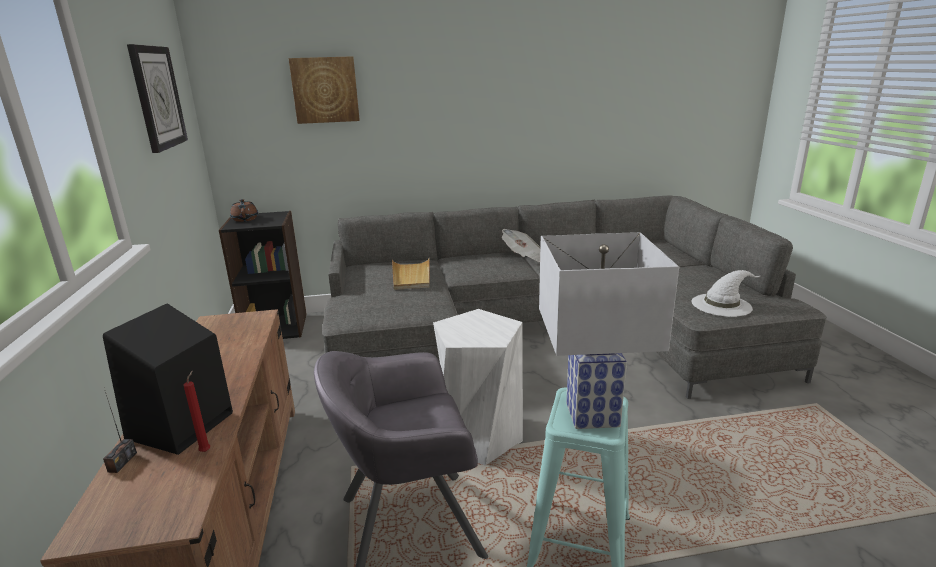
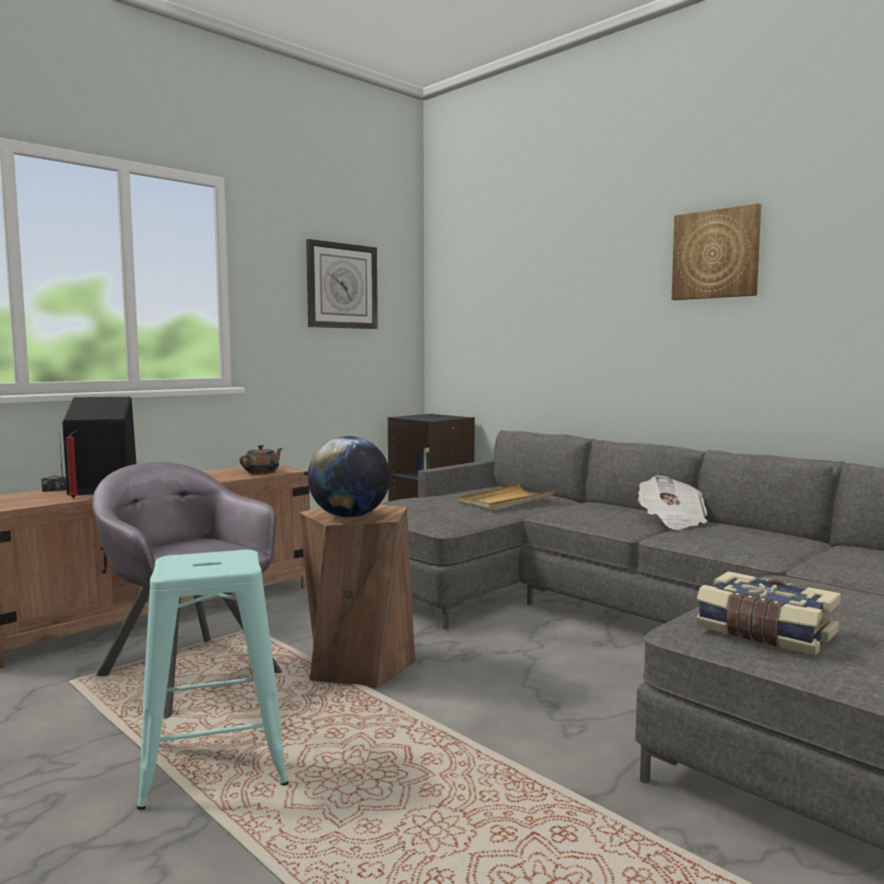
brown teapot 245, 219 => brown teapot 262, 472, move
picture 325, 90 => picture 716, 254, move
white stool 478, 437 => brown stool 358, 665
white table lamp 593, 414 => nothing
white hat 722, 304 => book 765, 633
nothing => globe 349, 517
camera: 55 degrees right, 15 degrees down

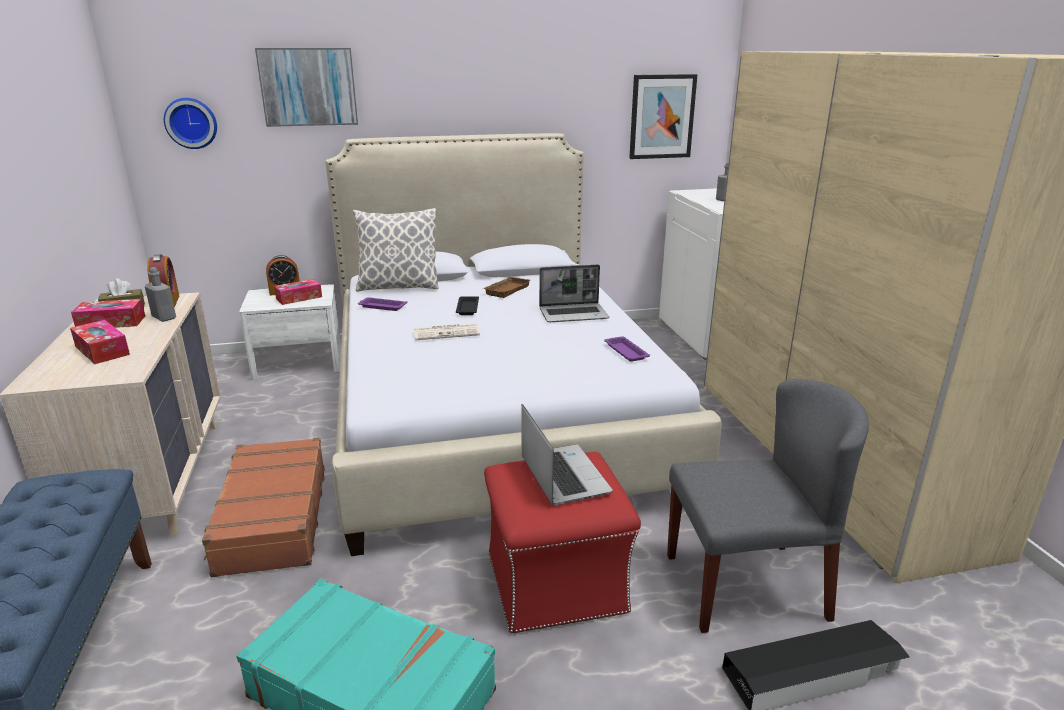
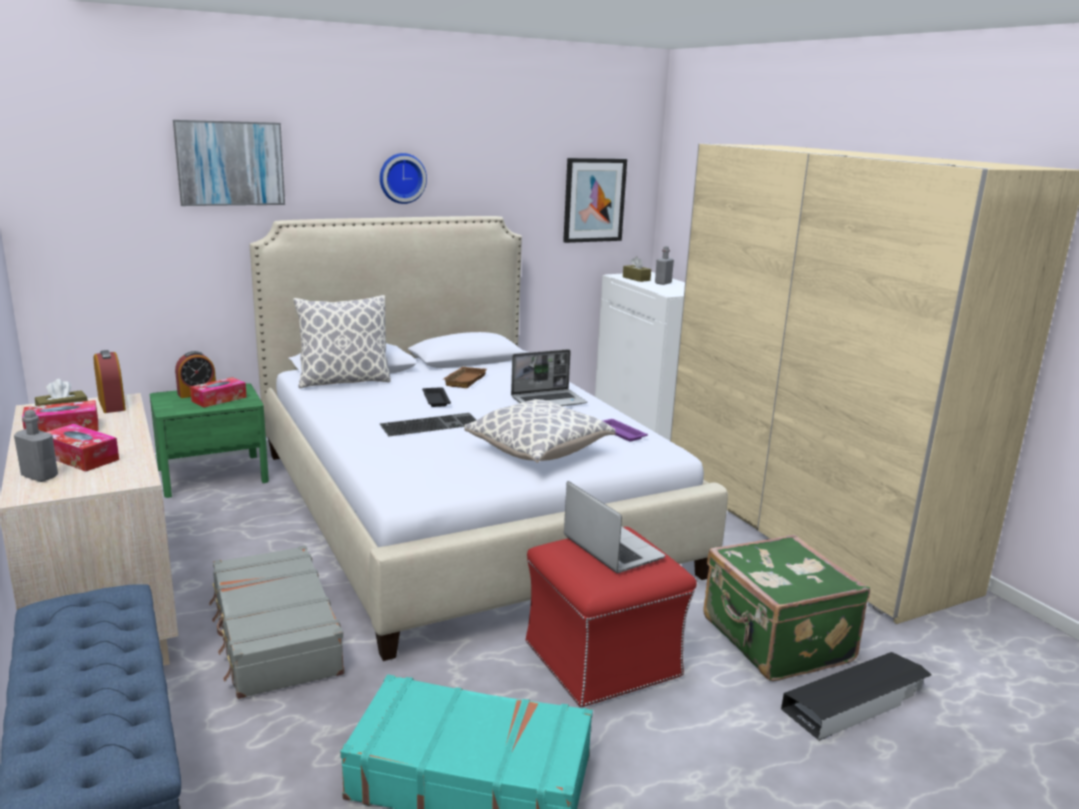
grey bottle 164, 317 => grey bottle 39, 476, move
wall clock 191, 123 => wall clock 401, 178, move
brown suitcase 272, 519 => grey suitcase 274, 636
white nightstand 298, 362 => green nightstand 213, 475
purple tray 382, 307 => nothing
newspaper 447, 332 => keyboard 431, 424
grey chair 746, 586 => green suitcase 774, 641
nothing => pillow 538, 452
nothing => brown tissue box 636, 279
camera: 15 degrees left, 5 degrees down

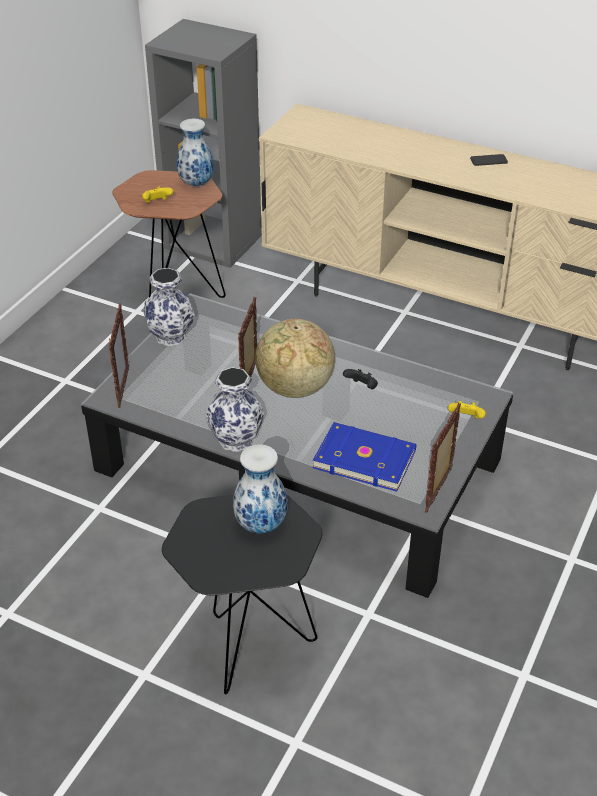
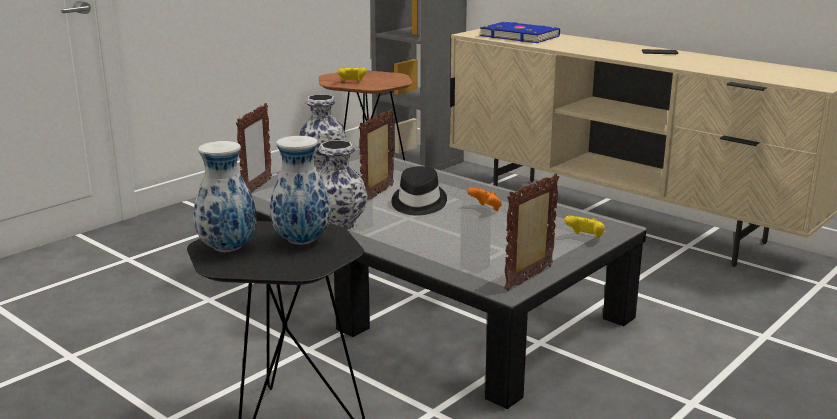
vase 196, 184 => vase 228, 249, move
globe 294, 388 => black hat 418, 203
blue book 364, 458 => blue book 519, 36, move
black game controller 361, 387 => orange game controller 485, 209
camera: 15 degrees right, 20 degrees down

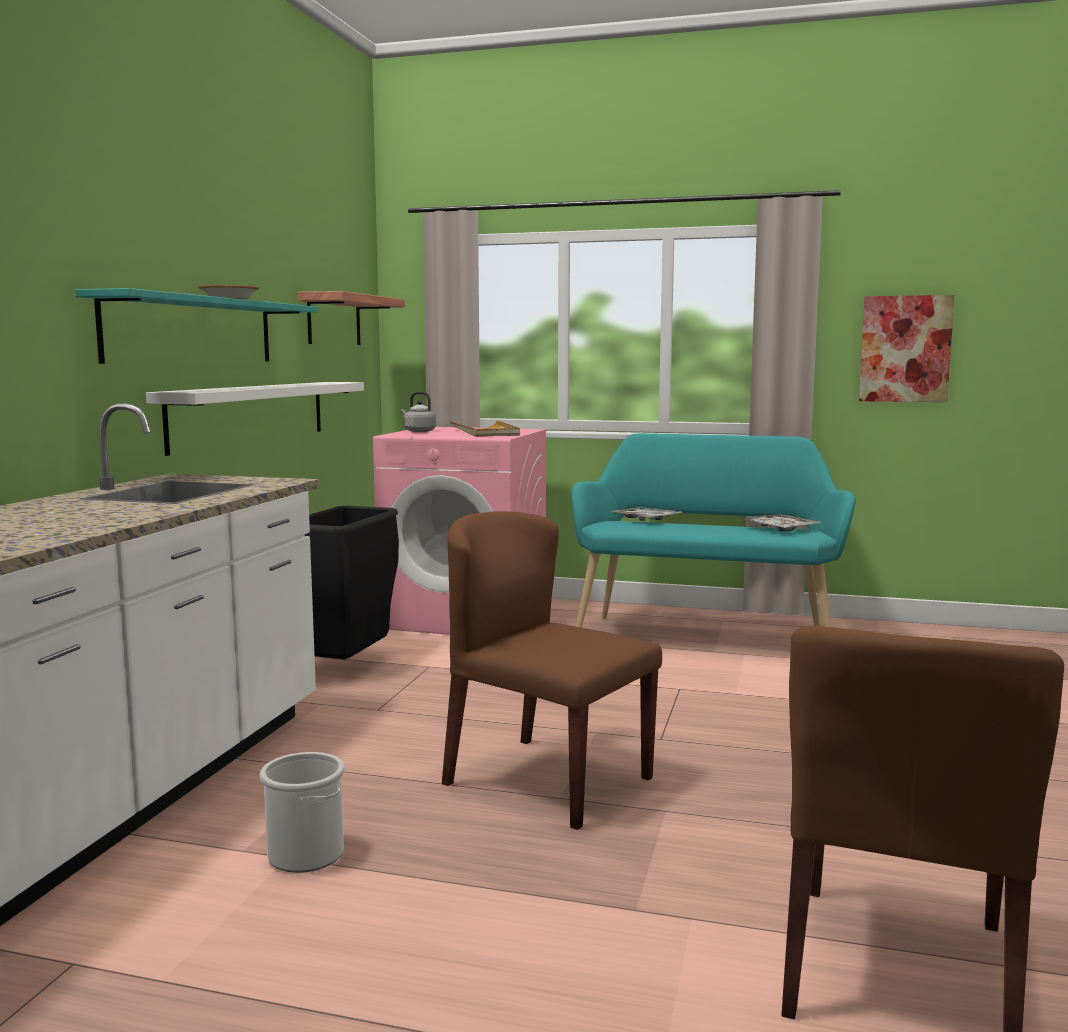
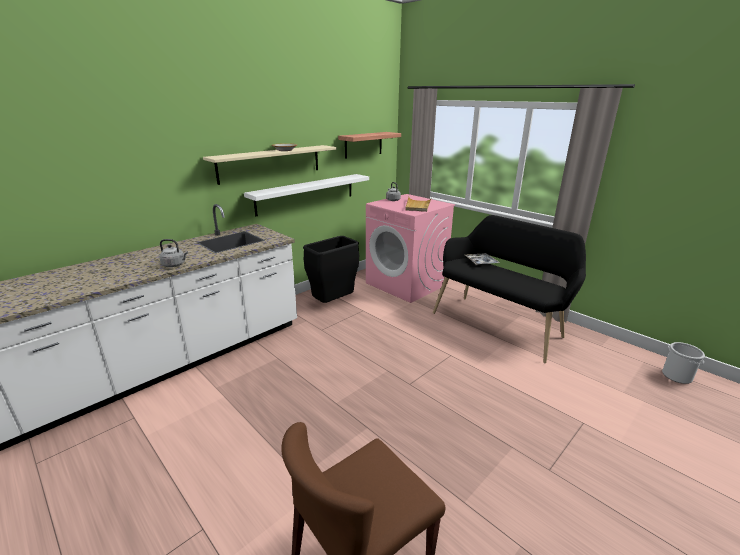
turquoise shelf 192, 331 => beige shelf 270, 163
bucket 306, 854 => bucket 677, 376, move
brown chair 546, 780 => nothing
turquoise bench 705, 636 => black bench 500, 324
tray 781, 529 => nothing
picture 905, 349 => nothing
nothing => grey kettle 175, 265
camera: 30 degrees right, 15 degrees up

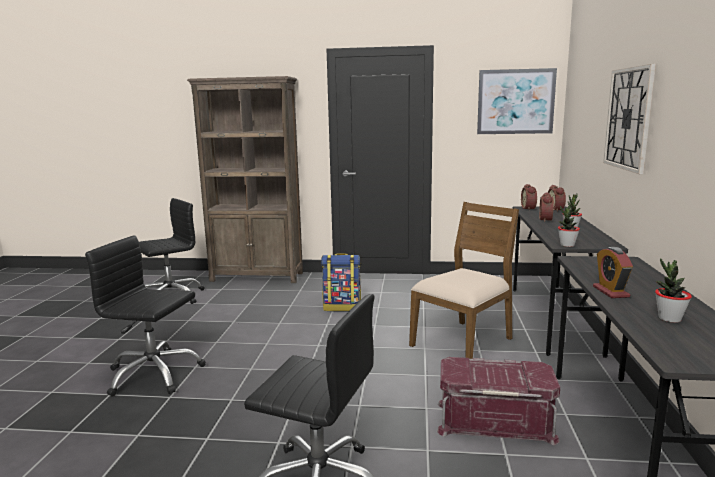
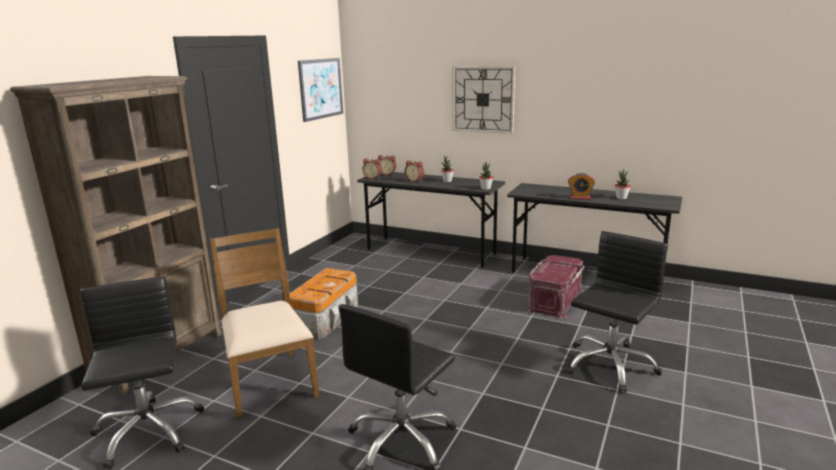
backpack 342, 307 => storage box 326, 318
brown chair 463, 342 => brown chair 269, 382, move
camera: 70 degrees left, 5 degrees up

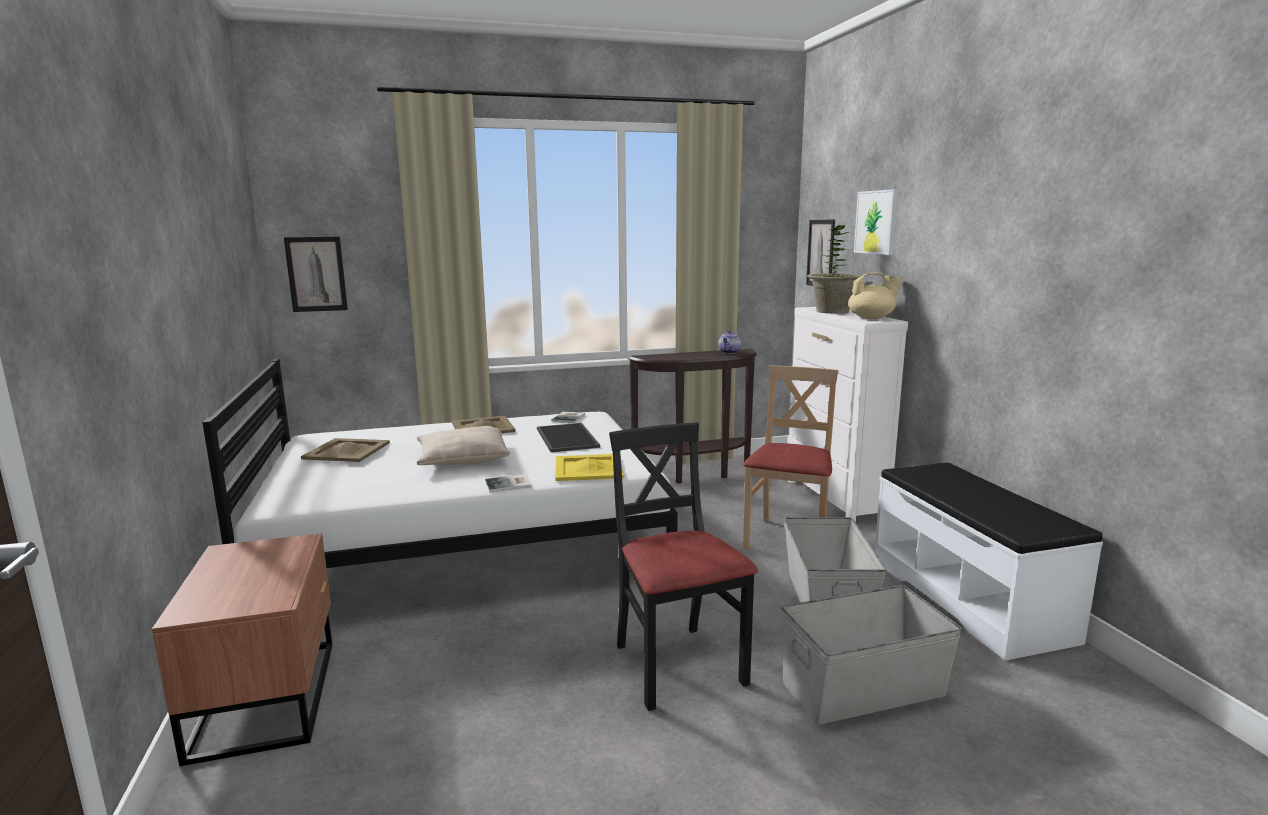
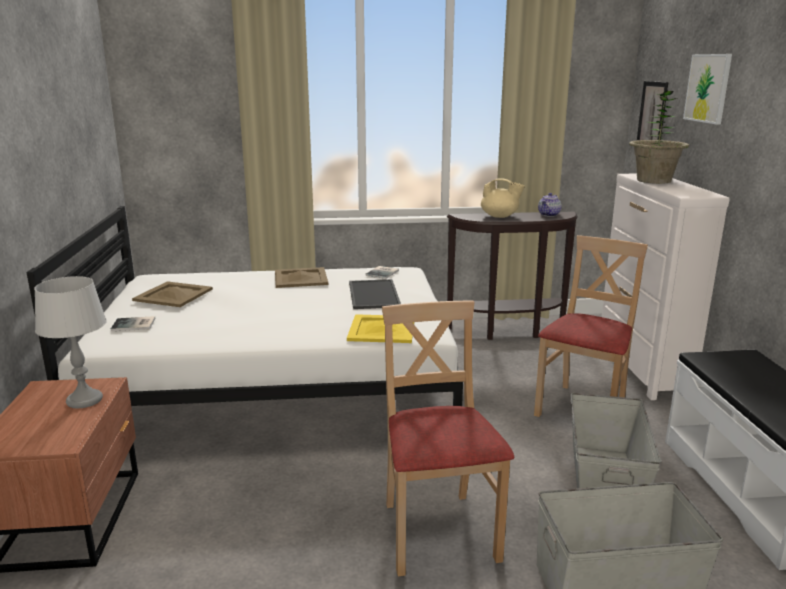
picture 316, 274 => nothing
beige pillow 462, 458 => nothing
book 509, 484 => book 134, 325, move
black chair 677, 665 => beige chair 438, 532
beige teapot 872, 318 => beige teapot 500, 216, move
nothing => grey table lamp 85, 400
camera: 10 degrees right, 5 degrees up

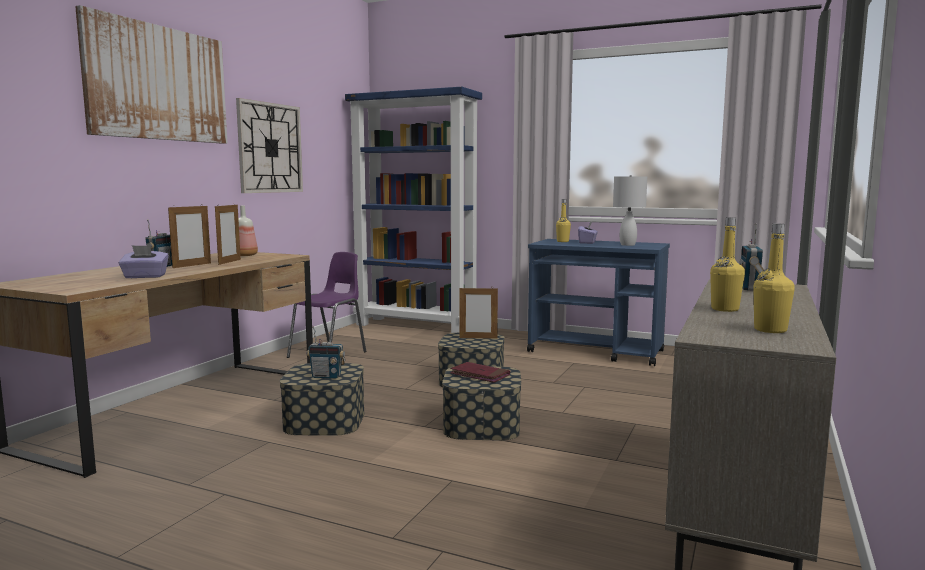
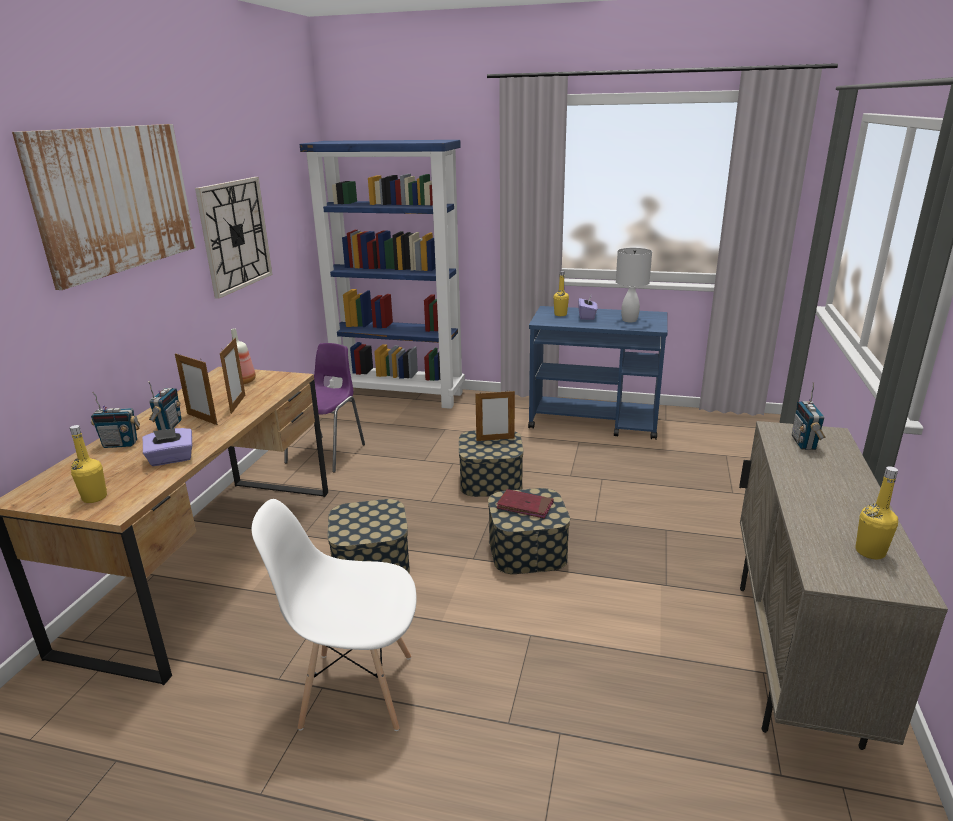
picture frame 192, 265 => picture frame 202, 419, 105 degrees clockwise
radio 326, 376 => radio 120, 444, move
yellow bottle 725, 309 => yellow bottle 94, 497, move
nothing => white chair 355, 690
camera: 10 degrees left, 15 degrees up

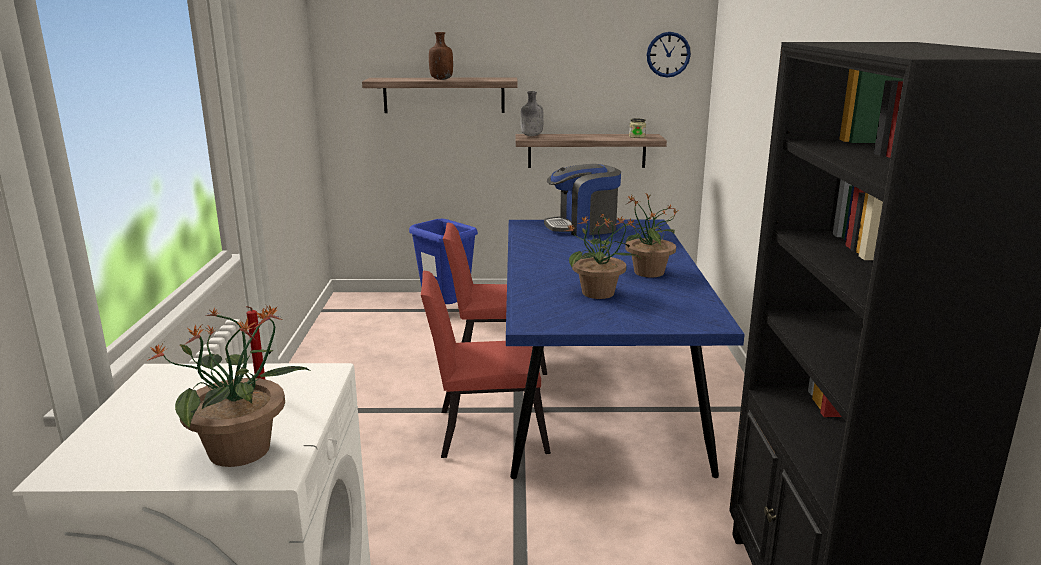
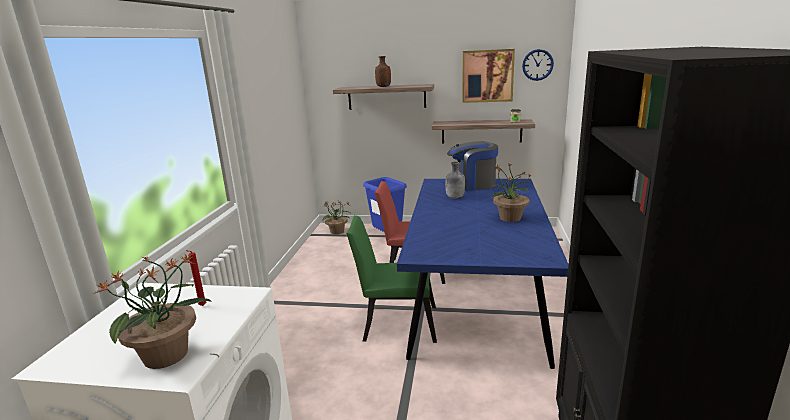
red chair 484, 431 => green chair 395, 323
grey bottle 531, 135 => grey bottle 455, 197, move
potted plant 599, 293 => potted plant 337, 232, move
nothing => picture 487, 76
camera: 10 degrees right, 0 degrees up

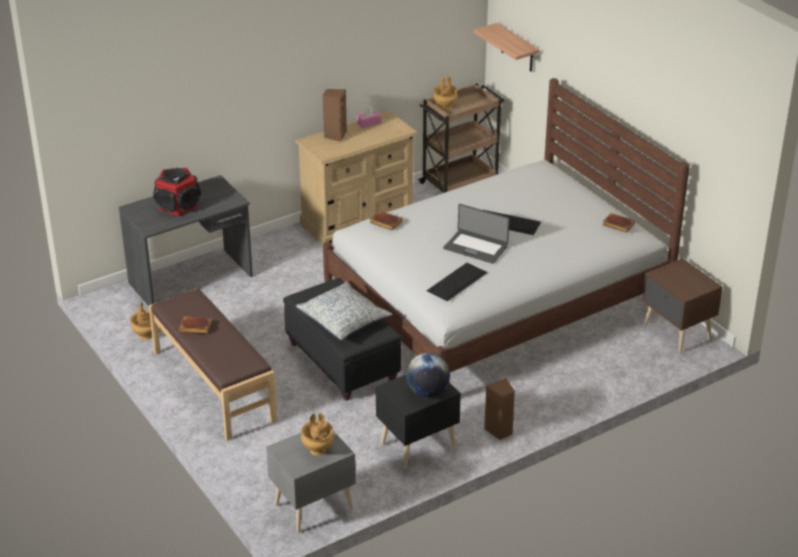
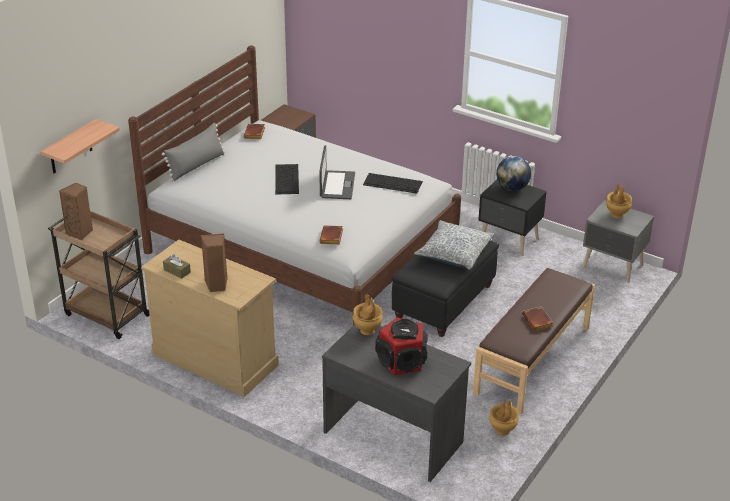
pink tissue box 369, 123 => brown tissue box 177, 271
brown vase 444, 107 => brown vase 368, 330, move
brown speaker 499, 431 => brown speaker 80, 233, move
nothing => grey pillow 196, 166
camera: 115 degrees left, 0 degrees up

